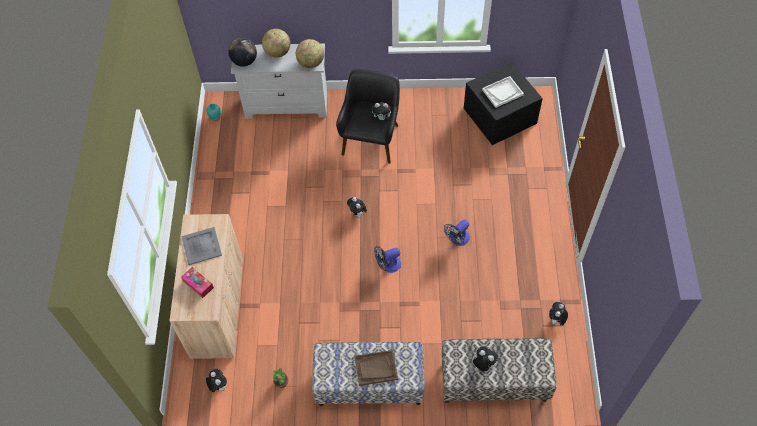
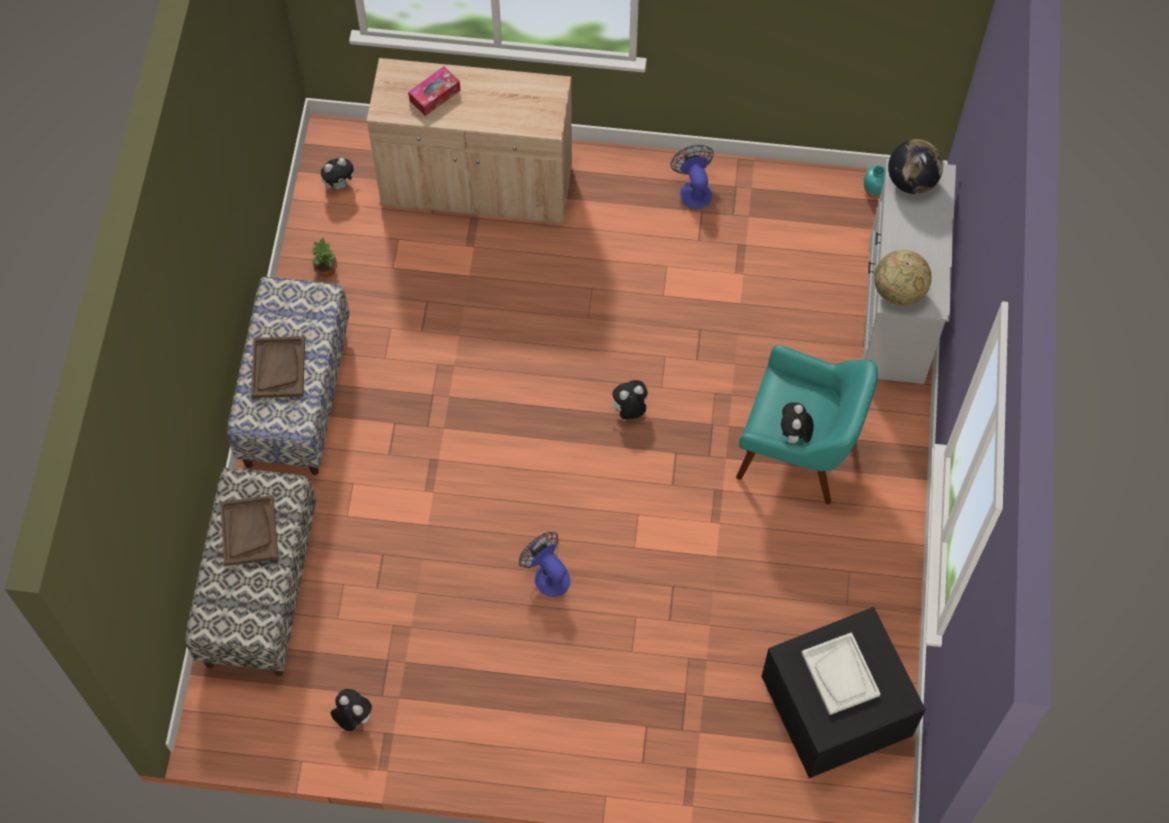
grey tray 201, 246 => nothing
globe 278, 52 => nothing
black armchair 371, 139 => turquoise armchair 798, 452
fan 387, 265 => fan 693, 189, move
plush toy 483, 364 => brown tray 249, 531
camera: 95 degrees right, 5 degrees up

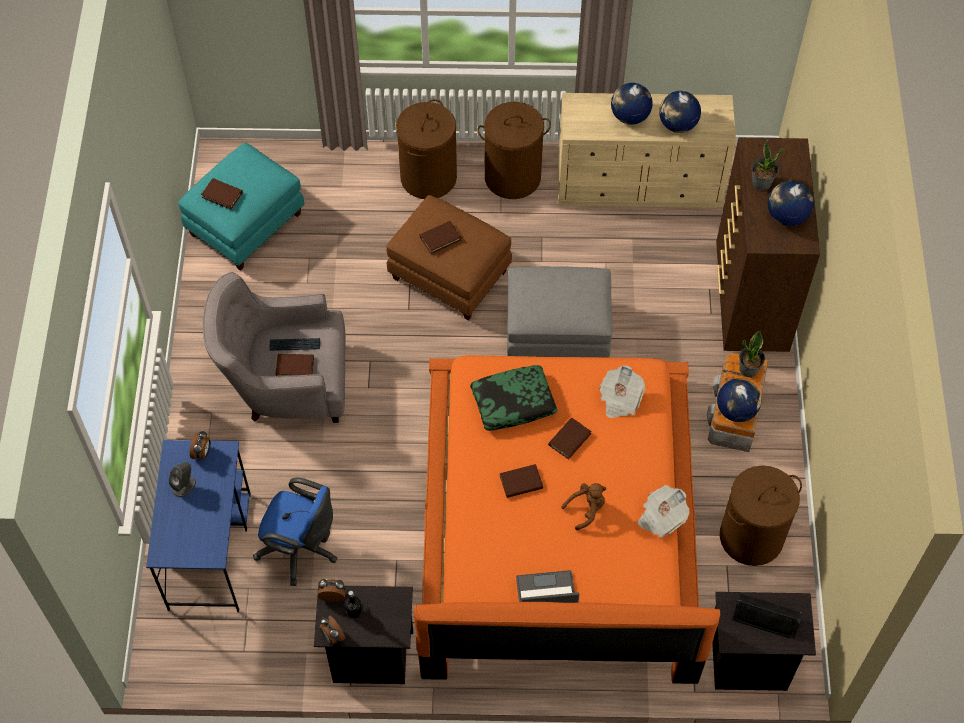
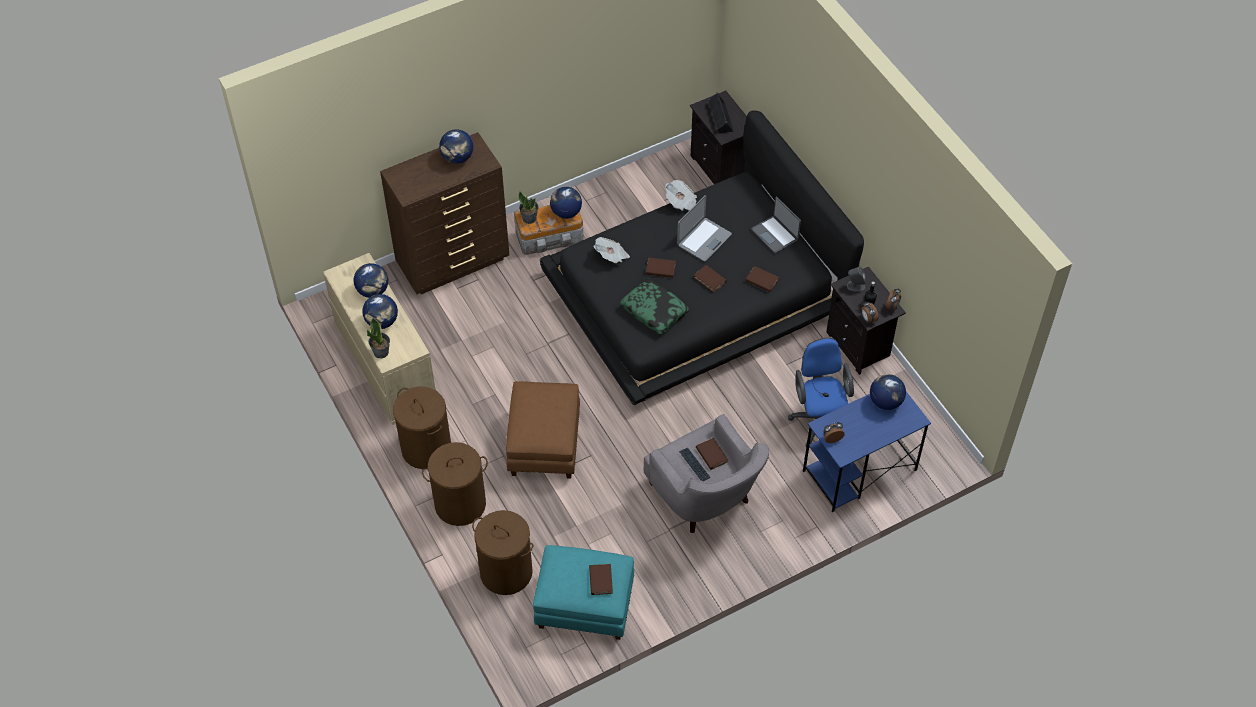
grey speaker 184, 485 => grey speaker 855, 286, move
orange bed 558, 523 => black bed 698, 292
brown book 440, 238 => brown book 761, 280, move
grey ottoman 556, 334 => nothing
brown plush toy 586, 509 => laptop 704, 240
brown laundry basket 751, 537 => brown laundry basket 506, 572, move
potted plant 761, 183 => potted plant 381, 352, move
nothing => globe 885, 401
camera: 120 degrees left, 5 degrees down

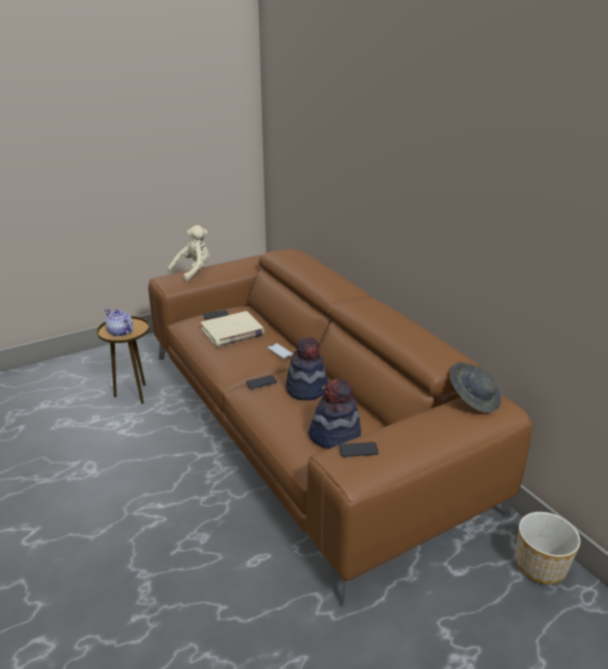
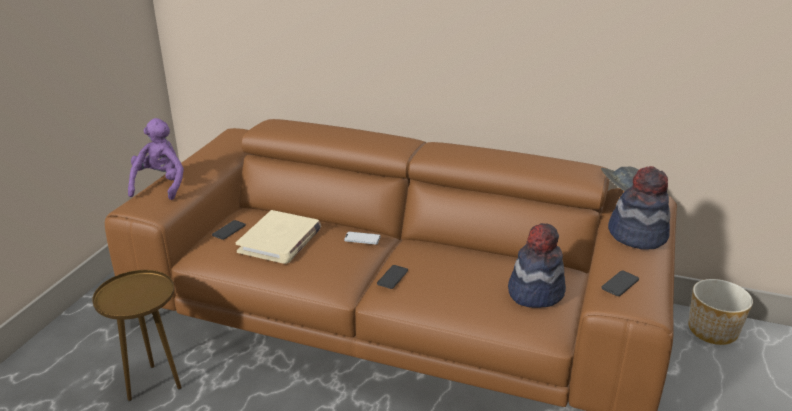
teapot 120, 332 => nothing
beige plush toy 193, 271 => purple plush toy 160, 185
hat 307, 388 => hat 637, 235, move
camera: 40 degrees left, 0 degrees up

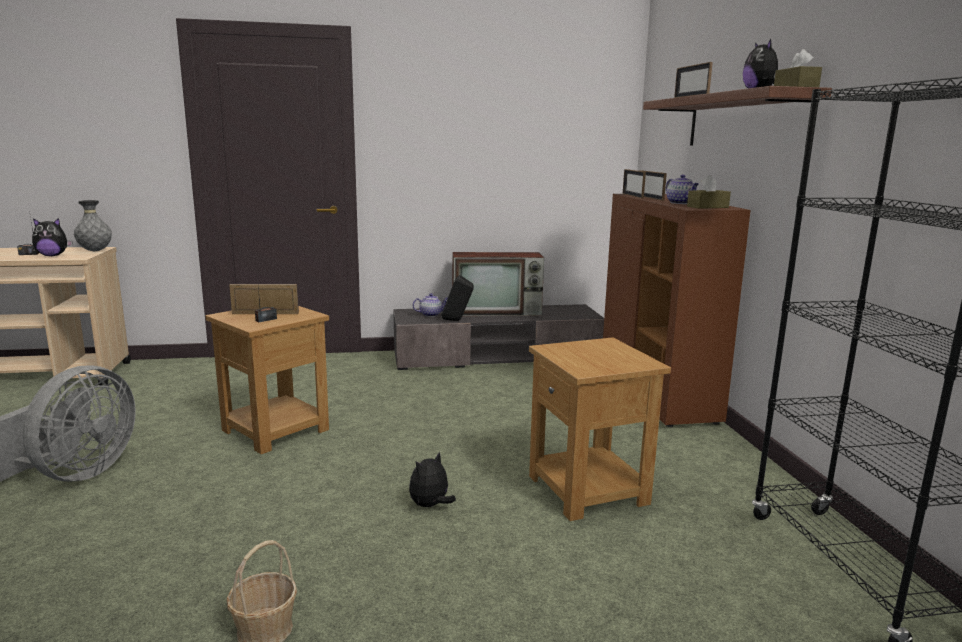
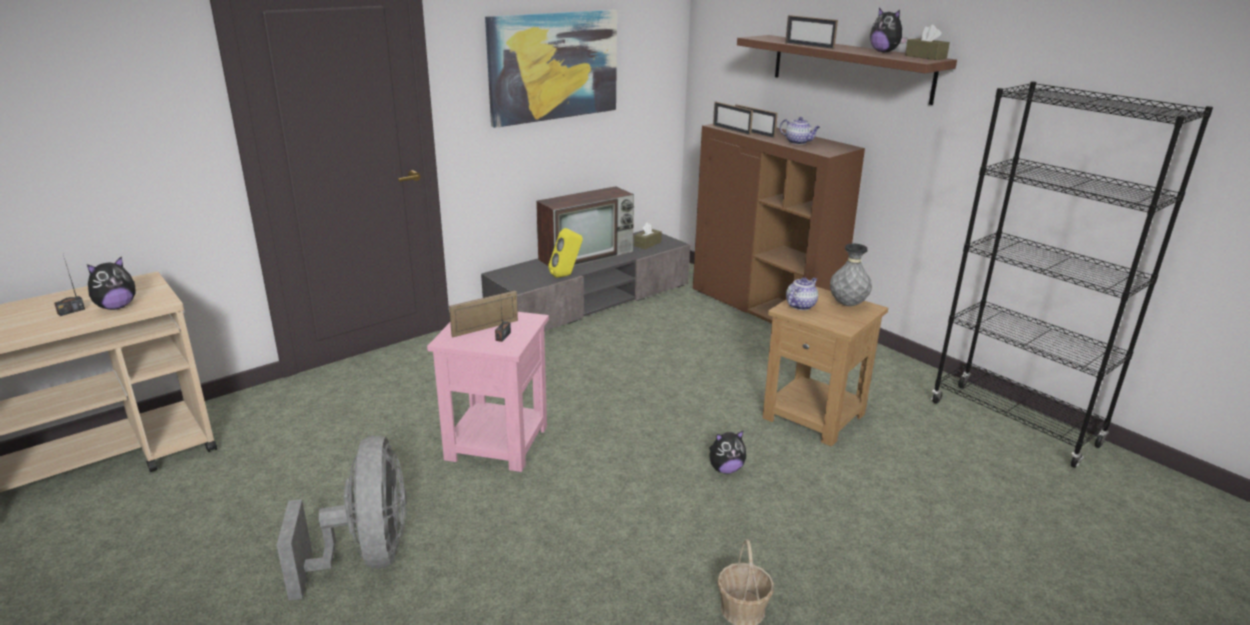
grey vase 95, 251 => grey vase 847, 304, move
brown side table 274, 430 => pink side table 497, 443
plush toy 430, 506 => plush toy 725, 469, 120 degrees counterclockwise
teapot 431, 314 => teapot 800, 305, move
black speaker 457, 320 => yellow speaker 566, 275
brown tissue box 707, 207 => brown tissue box 647, 244, move
nothing => picture 553, 66
camera: 30 degrees left, 10 degrees up

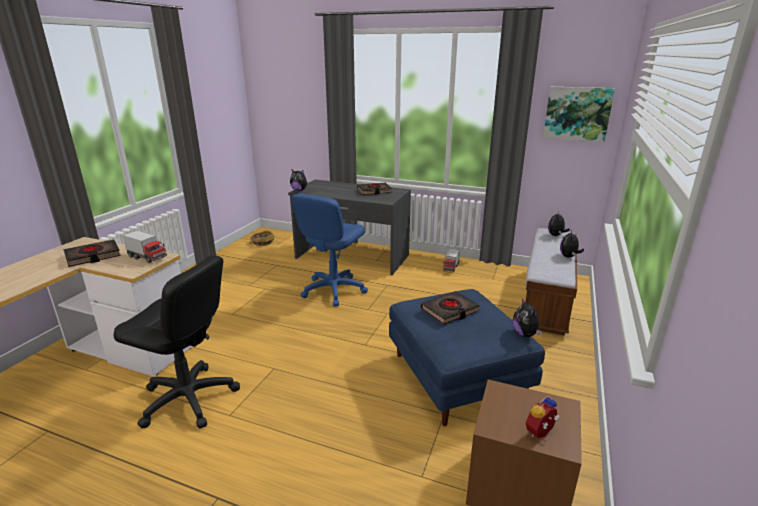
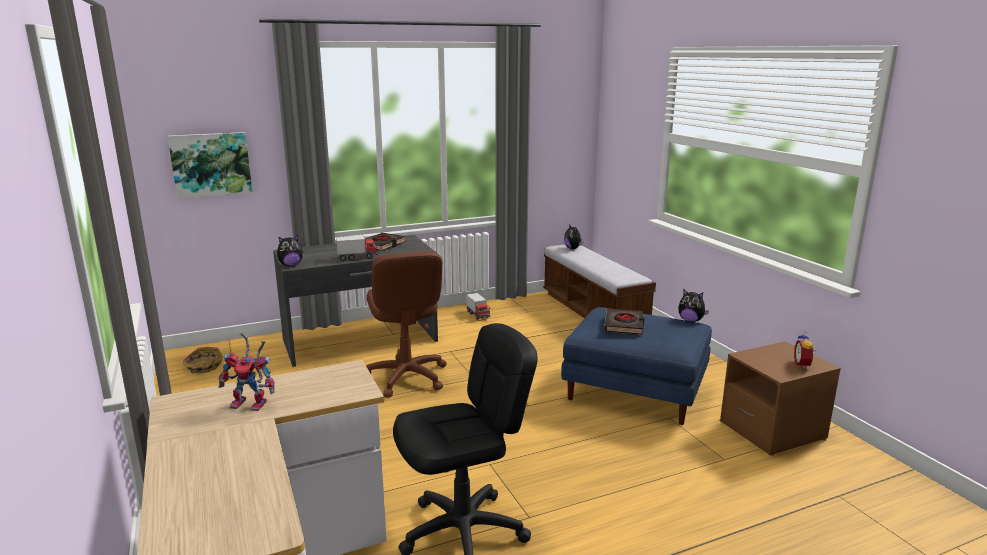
black book 93, 256 => toy robot 253, 404
toy truck 147, 257 => toy truck 357, 258, move
blue office chair 333, 290 => brown office chair 406, 377
picture 577, 113 => picture 211, 164, move
plush toy 569, 256 => nothing
camera: 45 degrees left, 5 degrees down

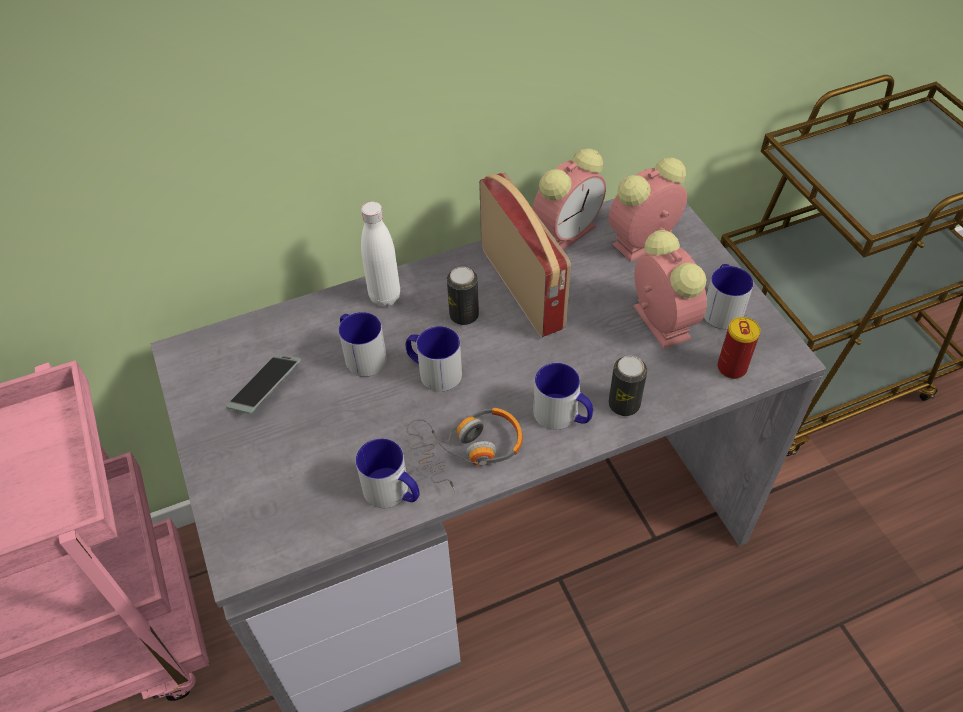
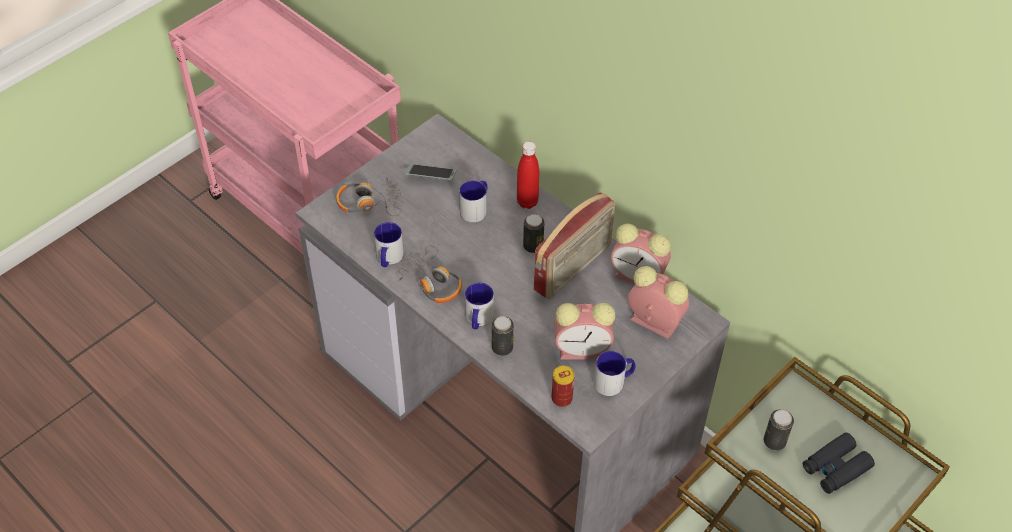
white bottle 385, 297 => red bottle 527, 202
mug 433, 371 => nothing
alarm clock 659, 320 => alarm clock 583, 349, 45 degrees clockwise
nothing => headphones 369, 203
nothing => can 774, 441
nothing => black binoculars 835, 468
camera: 65 degrees right, 0 degrees up

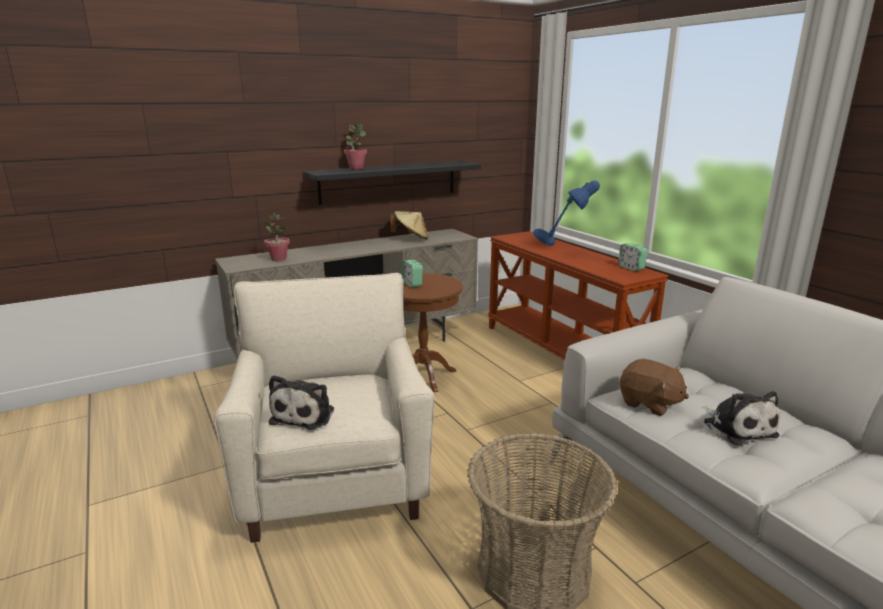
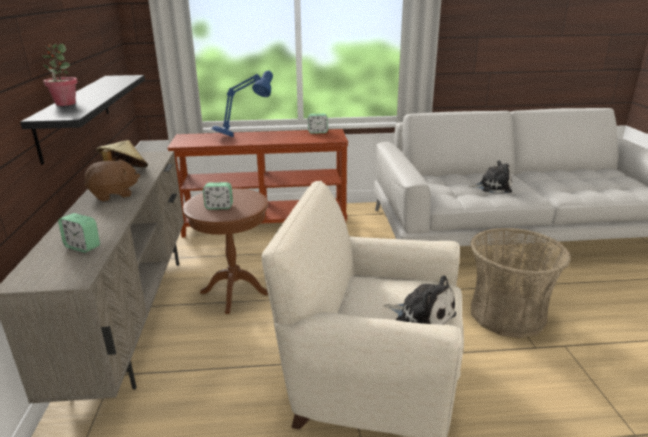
potted plant 278, 259 => alarm clock 82, 247
brown plush toy 649, 403 => brown plush toy 114, 194, move
camera: 65 degrees left, 5 degrees up

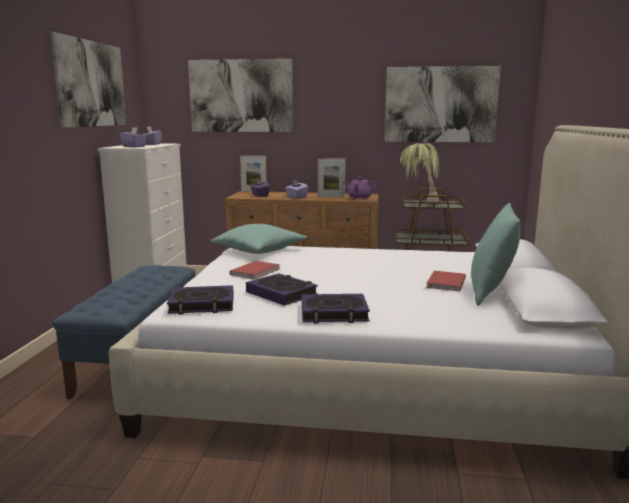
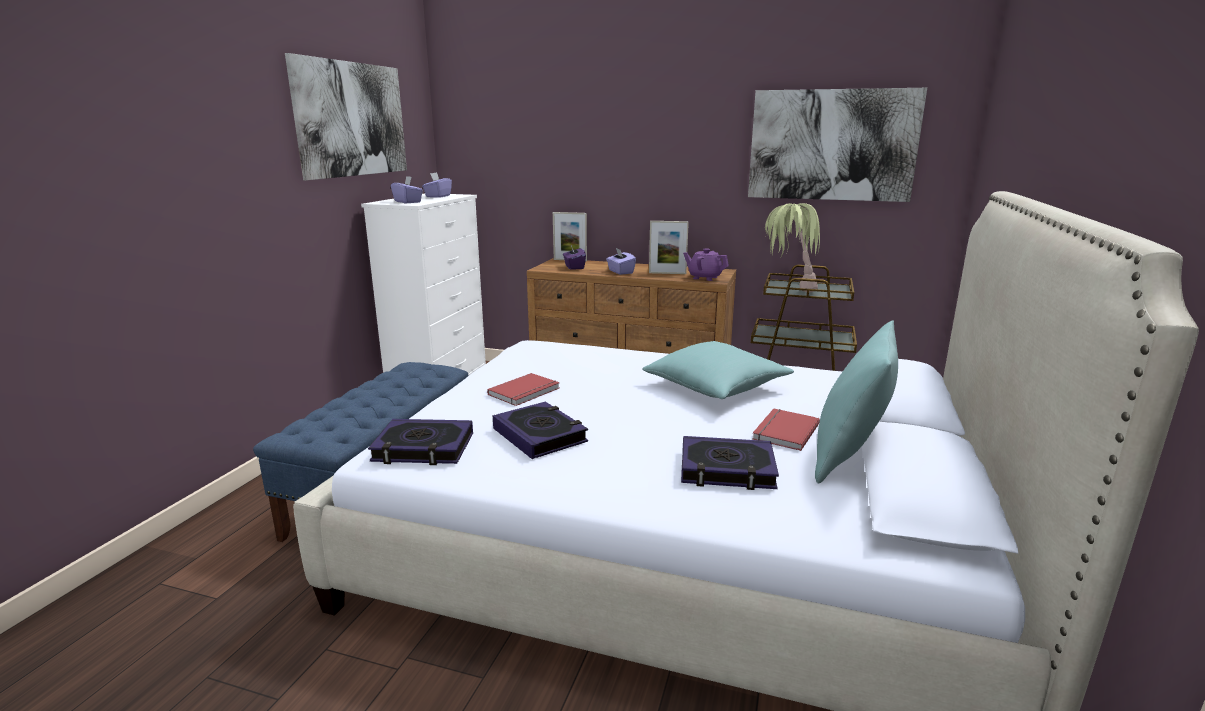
picture 241, 96 => nothing
turquoise pillow 259, 250 => turquoise pillow 716, 387, move
book 334, 313 => book 727, 470, move
camera: 10 degrees right, 5 degrees up

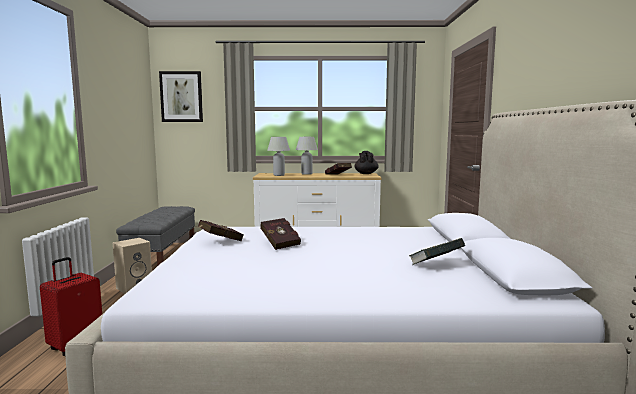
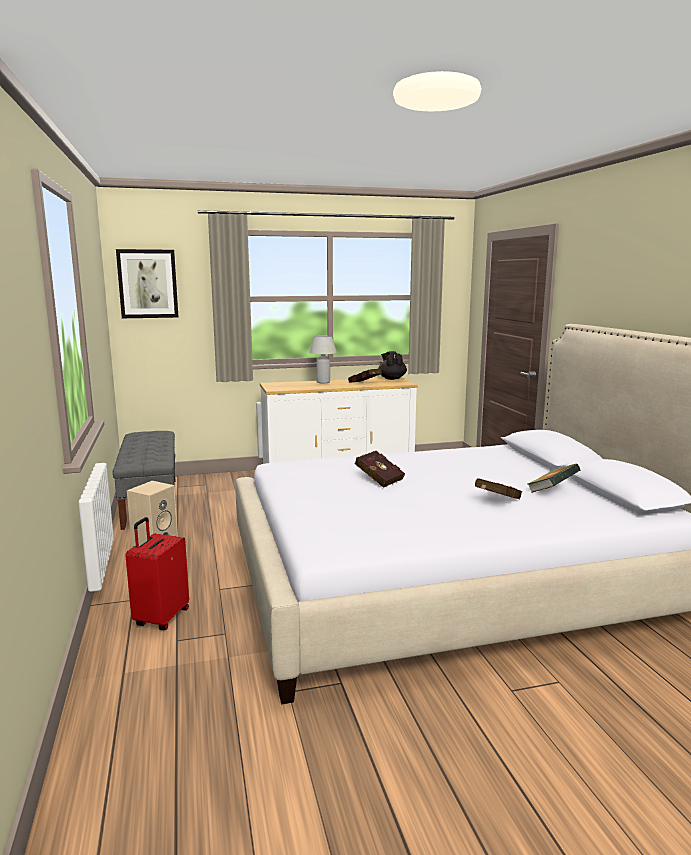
red book 219, 241 => red book 496, 502, move
white table lamp 279, 175 => nothing
camera: 15 degrees left, 5 degrees up

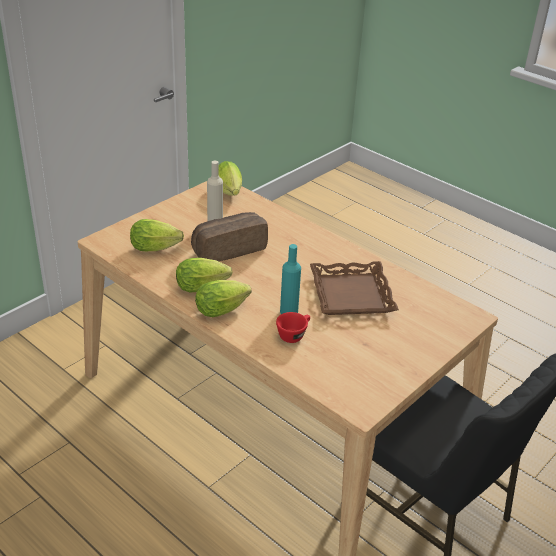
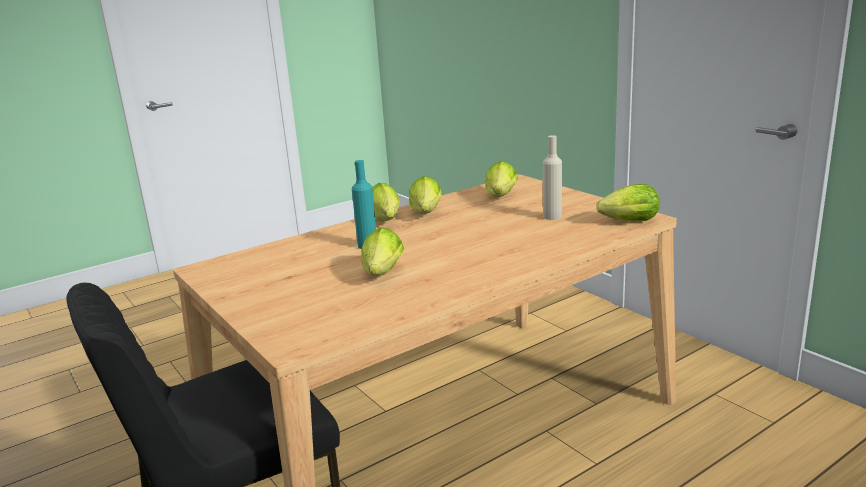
bread 228, 249 => nothing
red cup 294, 334 => nothing
brown tray 350, 294 => lettuce 382, 275
camera: 105 degrees right, 15 degrees down

